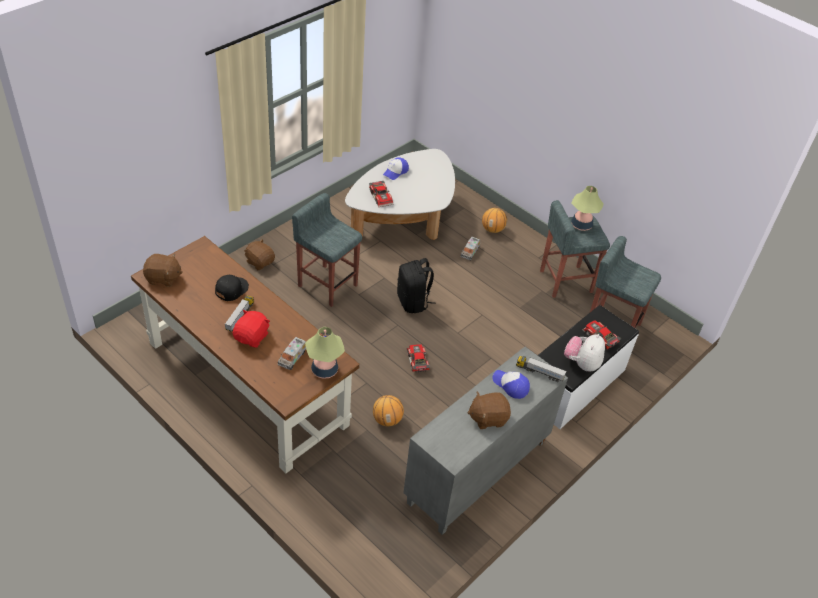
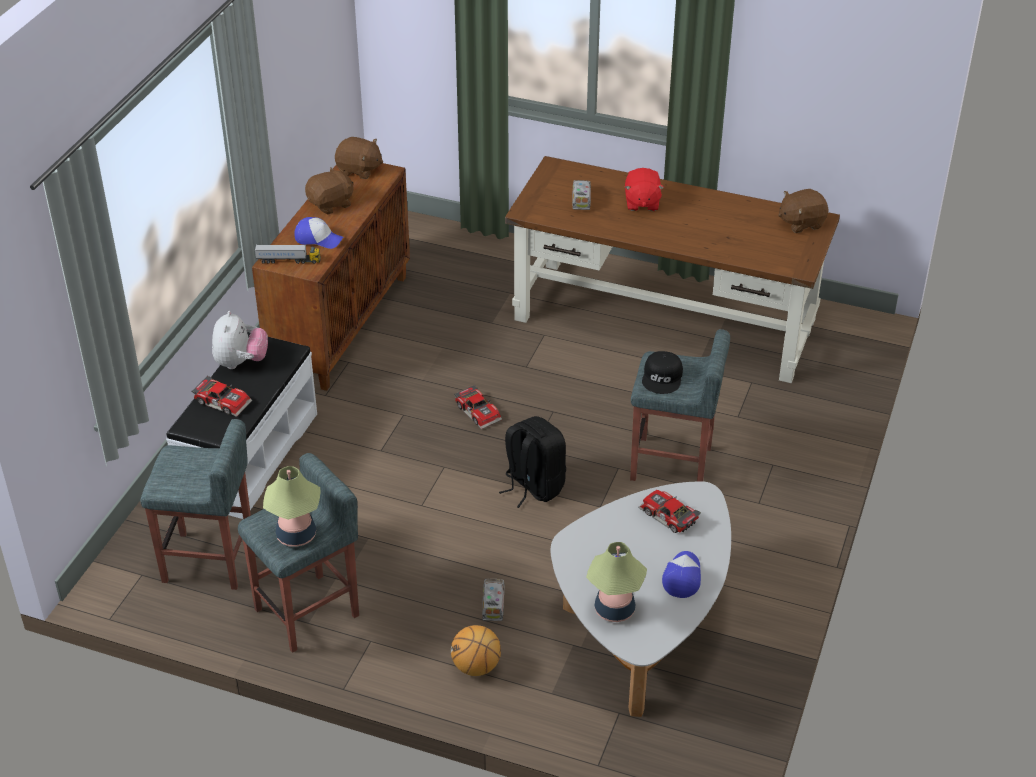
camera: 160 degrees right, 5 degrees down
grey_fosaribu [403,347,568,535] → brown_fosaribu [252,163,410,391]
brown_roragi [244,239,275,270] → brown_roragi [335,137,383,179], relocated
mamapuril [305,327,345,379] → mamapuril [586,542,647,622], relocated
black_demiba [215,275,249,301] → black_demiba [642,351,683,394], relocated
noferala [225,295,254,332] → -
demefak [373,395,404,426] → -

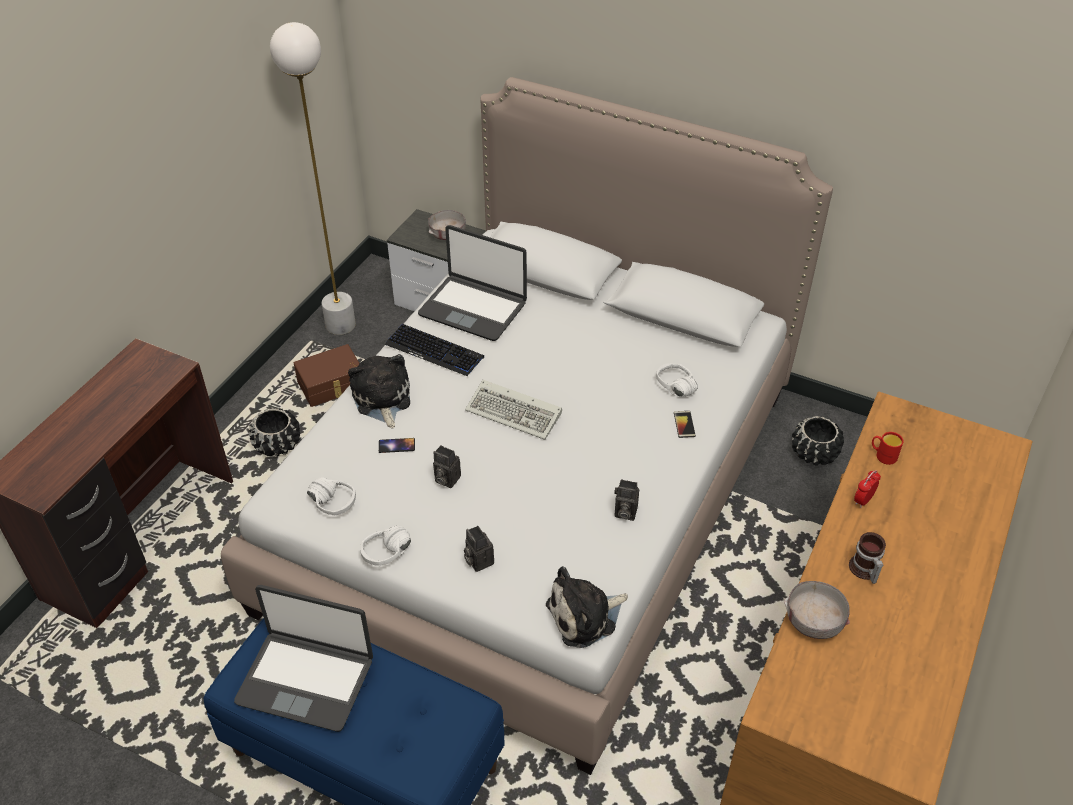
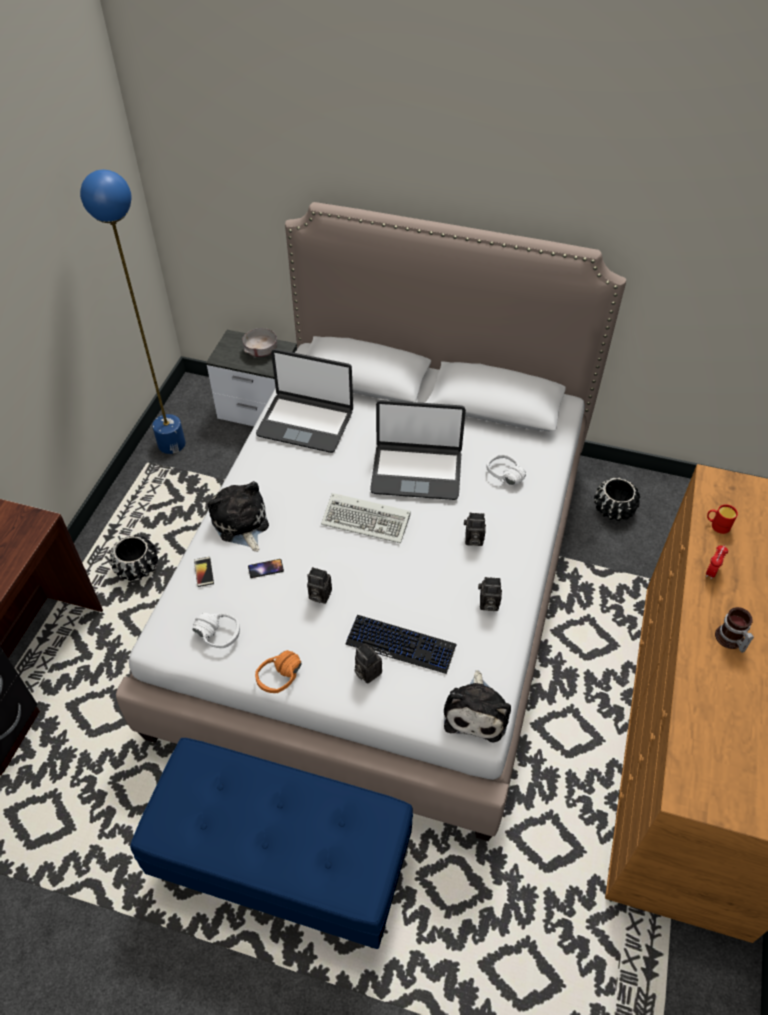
camera: 10 degrees left, 5 degrees up
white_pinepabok [270,22,356,335] → blue_pinepabok [80,170,186,454]
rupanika [674,411,696,438] → rupanika [194,557,214,587], relocated
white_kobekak [360,526,411,566] → orange_kobekak [255,650,302,693]
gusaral [385,324,484,376] → gusaral [345,615,456,674], relocated
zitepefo [234,585,373,732] → zitepefo [370,400,466,500], relocated
roragi [546,566,628,648] → roragi [444,670,511,742], 45 degrees counterclockwise
- → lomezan [464,513,486,546]
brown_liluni [294,344,360,407] → -
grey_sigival [784,581,850,639] → -

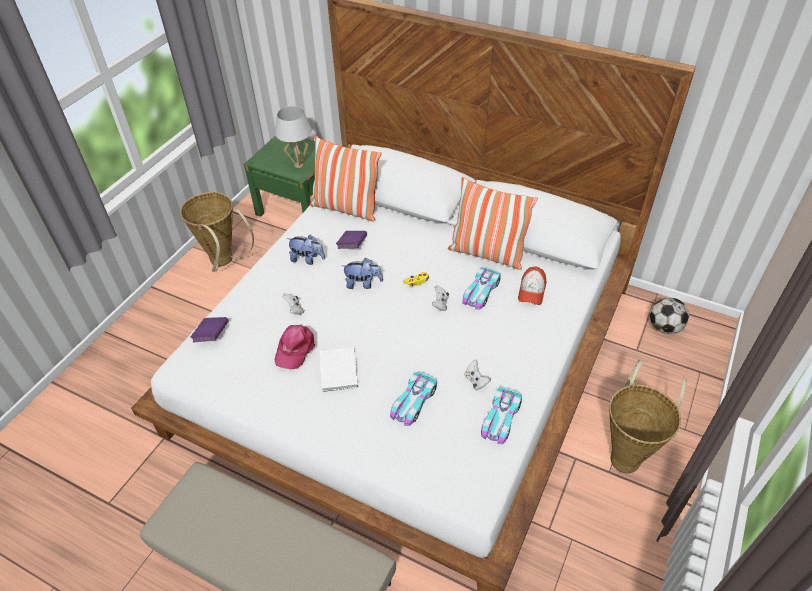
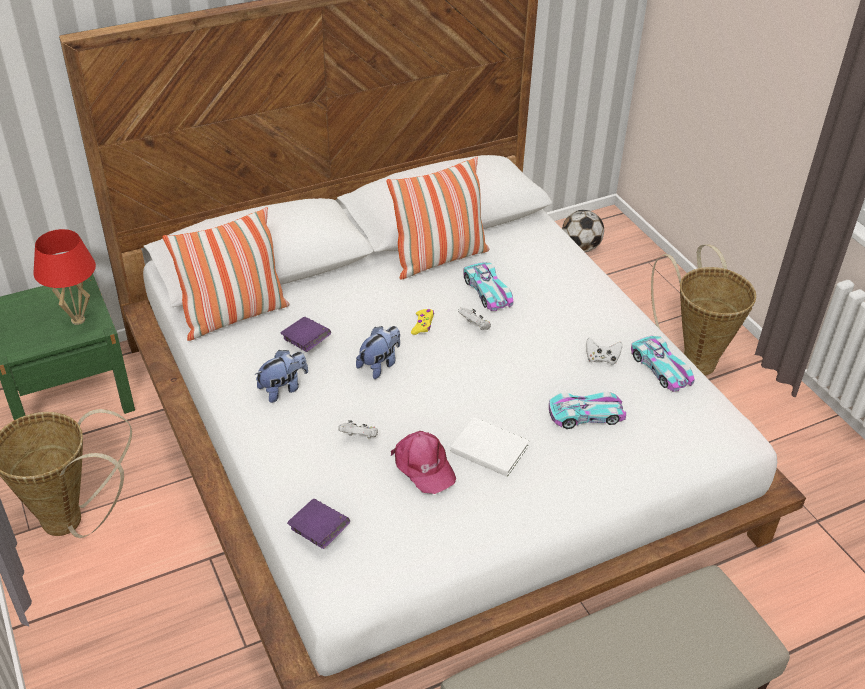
camera: 55 degrees left, 5 degrees down
white_mamapuril [275,106,312,168] → red_mamapuril [34,229,96,325]
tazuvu [390,371,437,426] → tazuvu [549,392,626,429], 75 degrees counterclockwise
demiba [518,267,547,305] → -

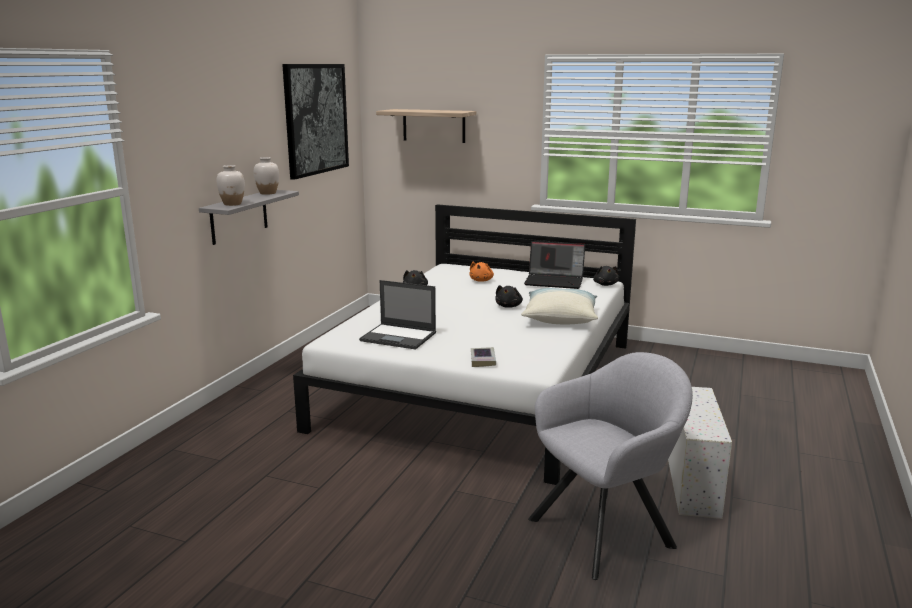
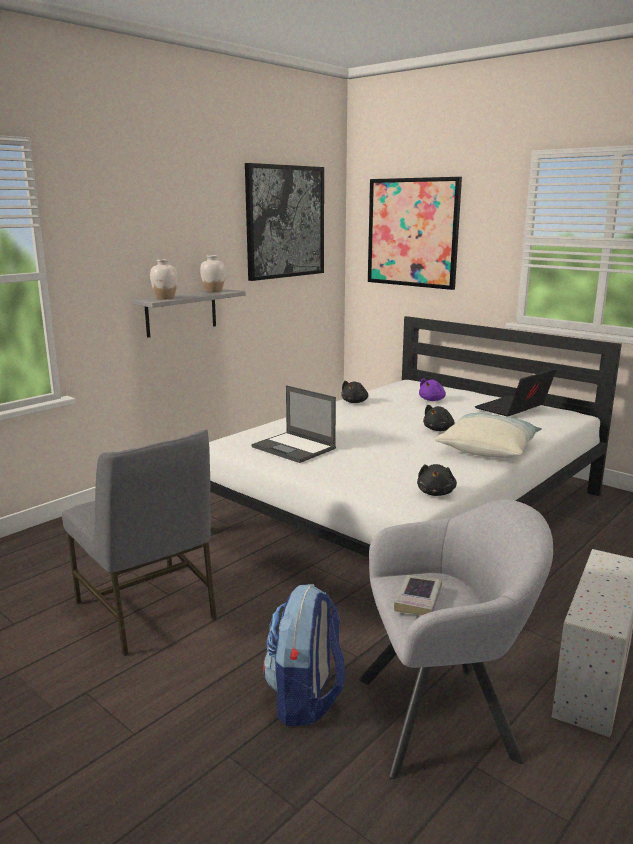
camera: 20 degrees right, 0 degrees up
- → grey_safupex [62,430,217,656]
- → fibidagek [263,584,345,726]
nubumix [376,109,476,143] → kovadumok [368,177,462,290]
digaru [471,347,496,367] → digaru [394,575,442,615], relocated
black_roragi [593,266,619,286] → black_roragi [417,464,457,496], relocated
orange_roragi [470,262,494,282] → purple_roragi [419,378,446,401]
zitepefo [524,241,585,289] → zitepefo [475,369,556,417], 105 degrees clockwise

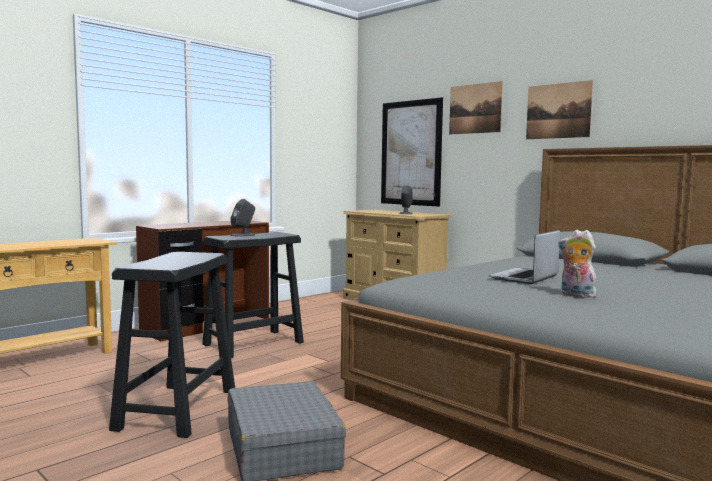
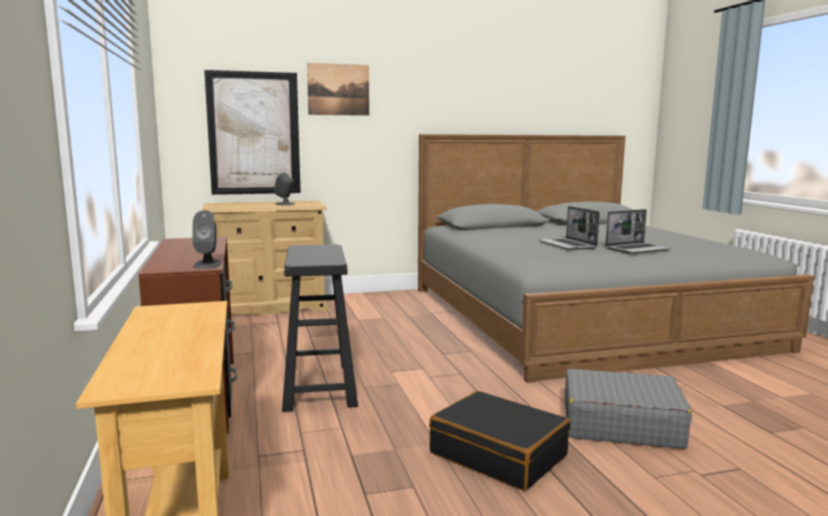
camera: 60 degrees left, 5 degrees up
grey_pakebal [231,199,255,236] → grey_pakebal [192,210,221,269], relocated
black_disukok [109,252,235,438] → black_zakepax [429,391,570,490]
roragi [558,230,597,298] → zitepefo [605,209,671,254]
kovadumok [526,80,593,139] → -

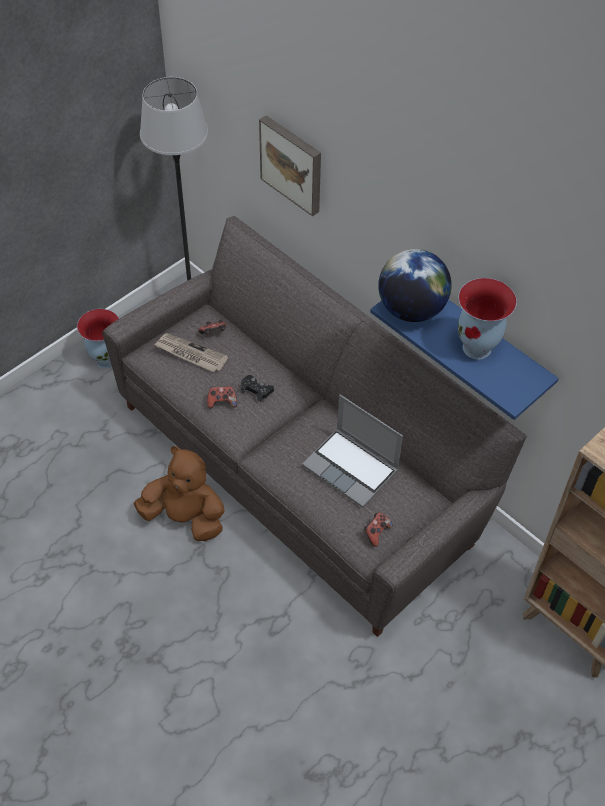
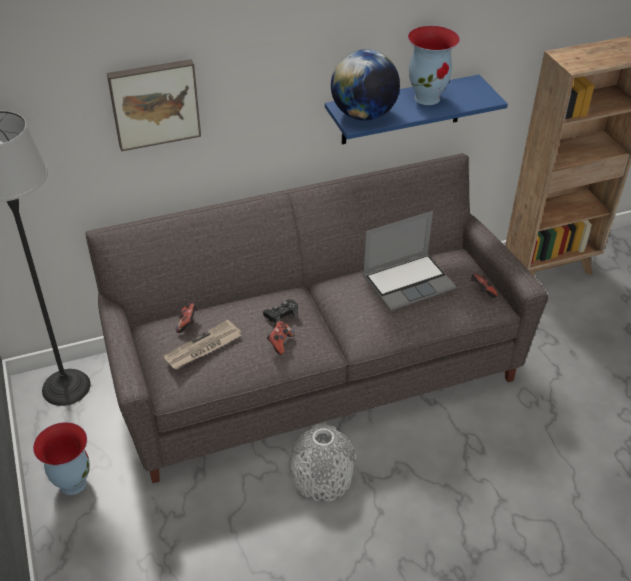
camera: 65 degrees left, 10 degrees down
brown_roragi [134,446,225,541] → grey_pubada [290,424,355,501]

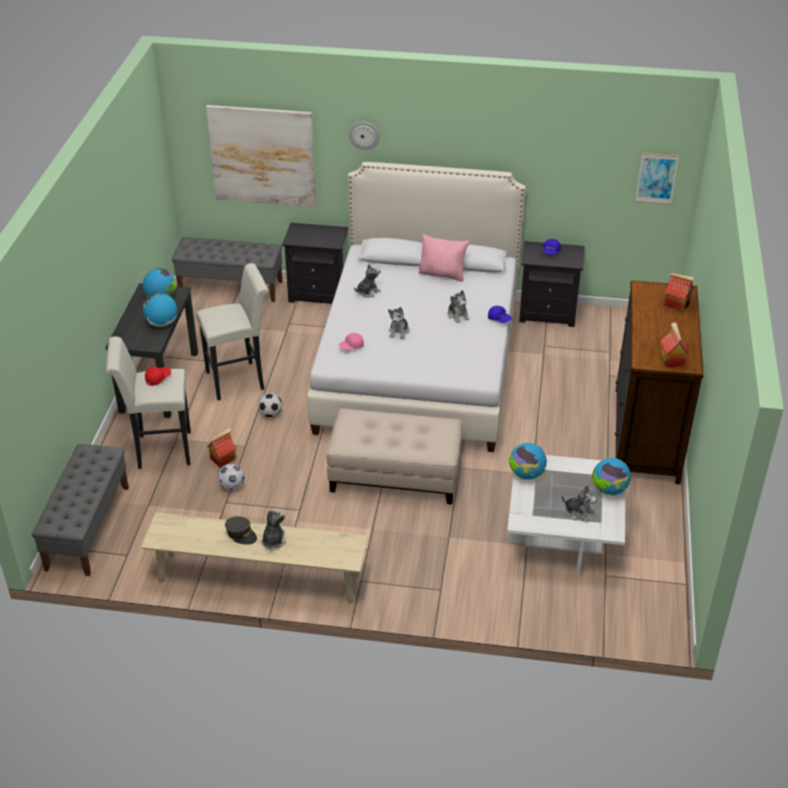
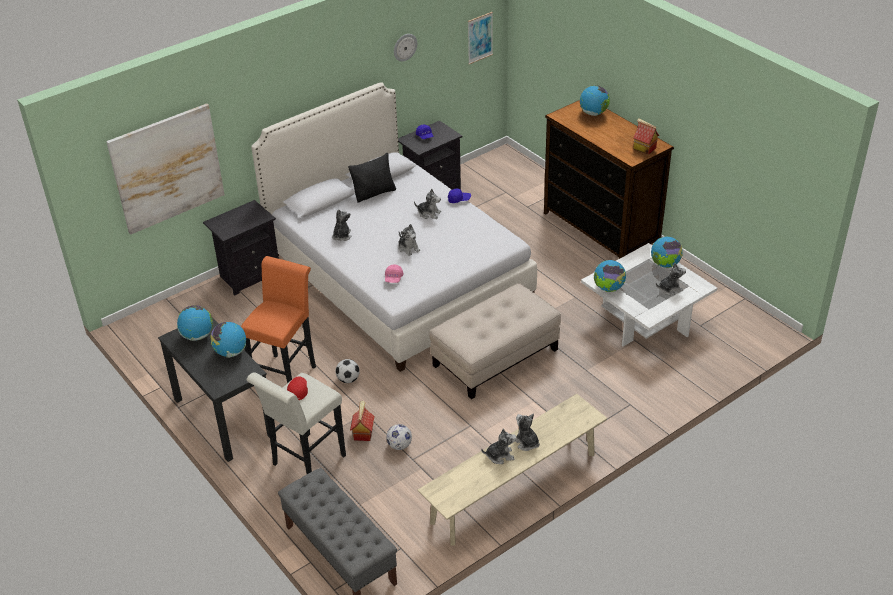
camera: 45 degrees left, 0 degrees up
white_disukok [196,263,269,400] → orange_disukok [241,256,316,383]
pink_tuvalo [419,234,469,282] → black_tuvalo [348,153,396,203]
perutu [349,122,380,150] → perutu [394,34,417,61], relocated
grey_demiba [225,516,257,545] → roragi [481,428,517,464]
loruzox [665,273,695,311] → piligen [580,85,610,116]
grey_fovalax [172,237,282,302] → -

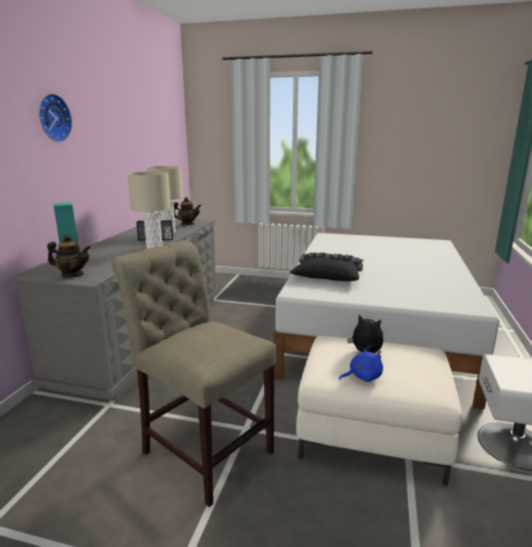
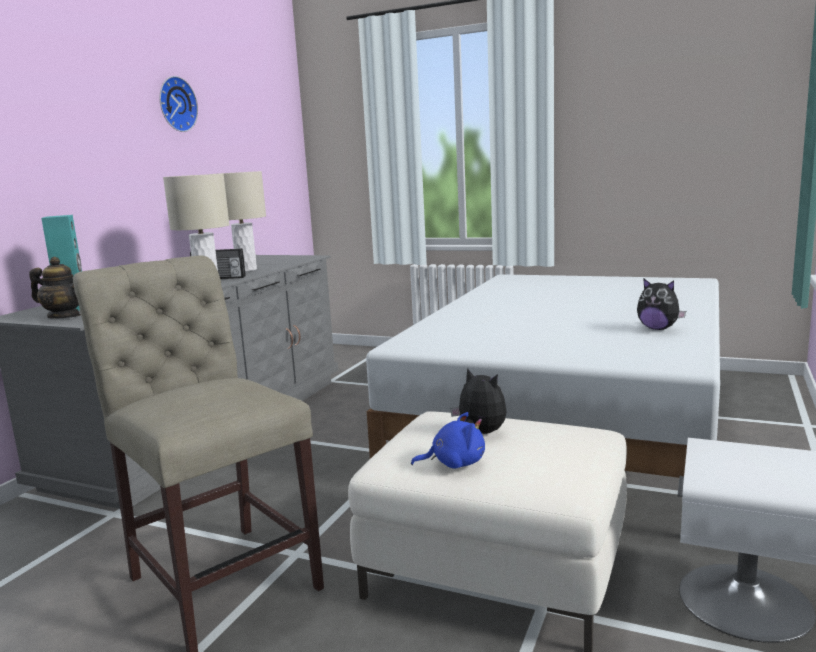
camera: 10 degrees right, 5 degrees down
perutu [39,93,72,142] → perutu [160,76,198,132], relocated
- → roragi [637,278,686,330]
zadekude [174,197,201,225] → -
black_tuvalo [290,252,364,281] → -

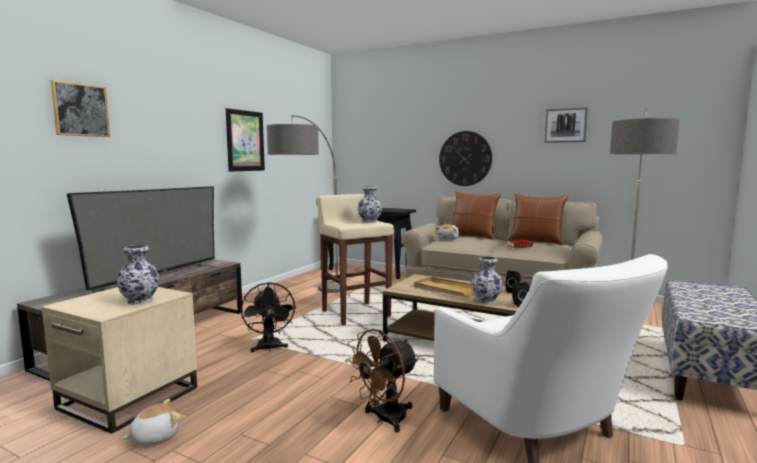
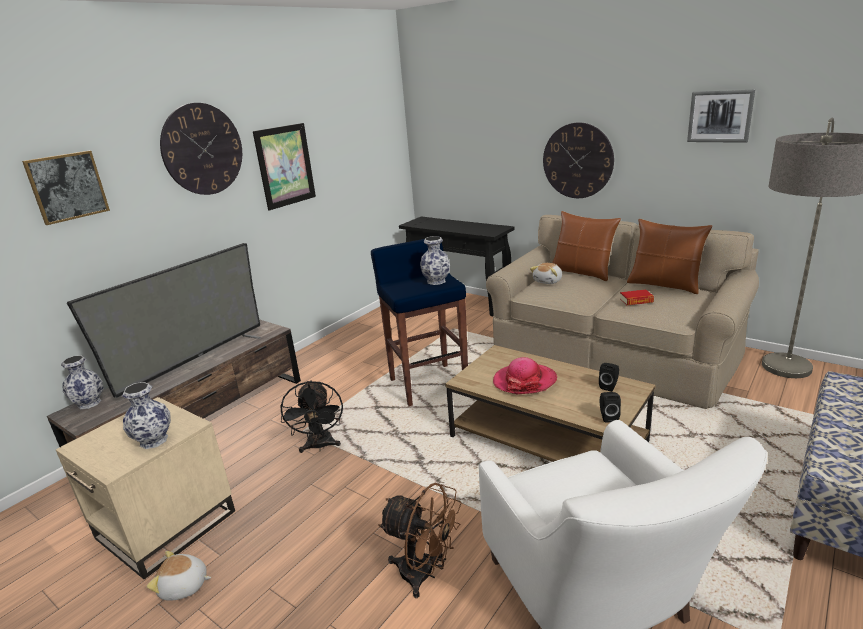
camera: 10 degrees right, 15 degrees up
pubada [471,256,503,304] → pubada [61,355,104,409], relocated
roragi [122,399,181,445] → roragi [147,551,211,600], 150 degrees counterclockwise
- → perutu [160,103,242,195]
beige_disukok [317,194,394,325] → blue_disukok [371,239,468,406]
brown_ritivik [345,329,419,432] → brown_ritivik [378,483,461,598], 120 degrees counterclockwise
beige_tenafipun [414,277,475,297] → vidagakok [493,357,557,394]
pinepabok [267,115,347,293] → -

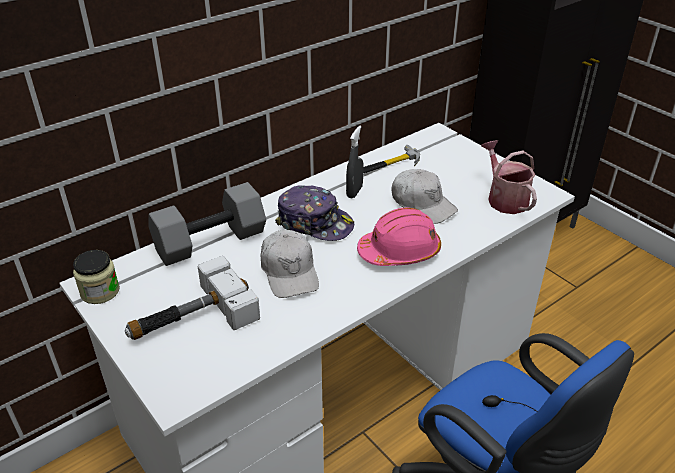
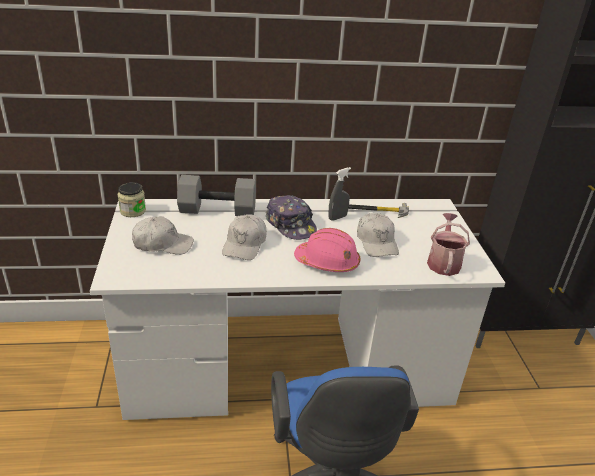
camera: 30 degrees right, 5 degrees down
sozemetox [125,256,260,340] → white_demiba [132,216,194,255]

